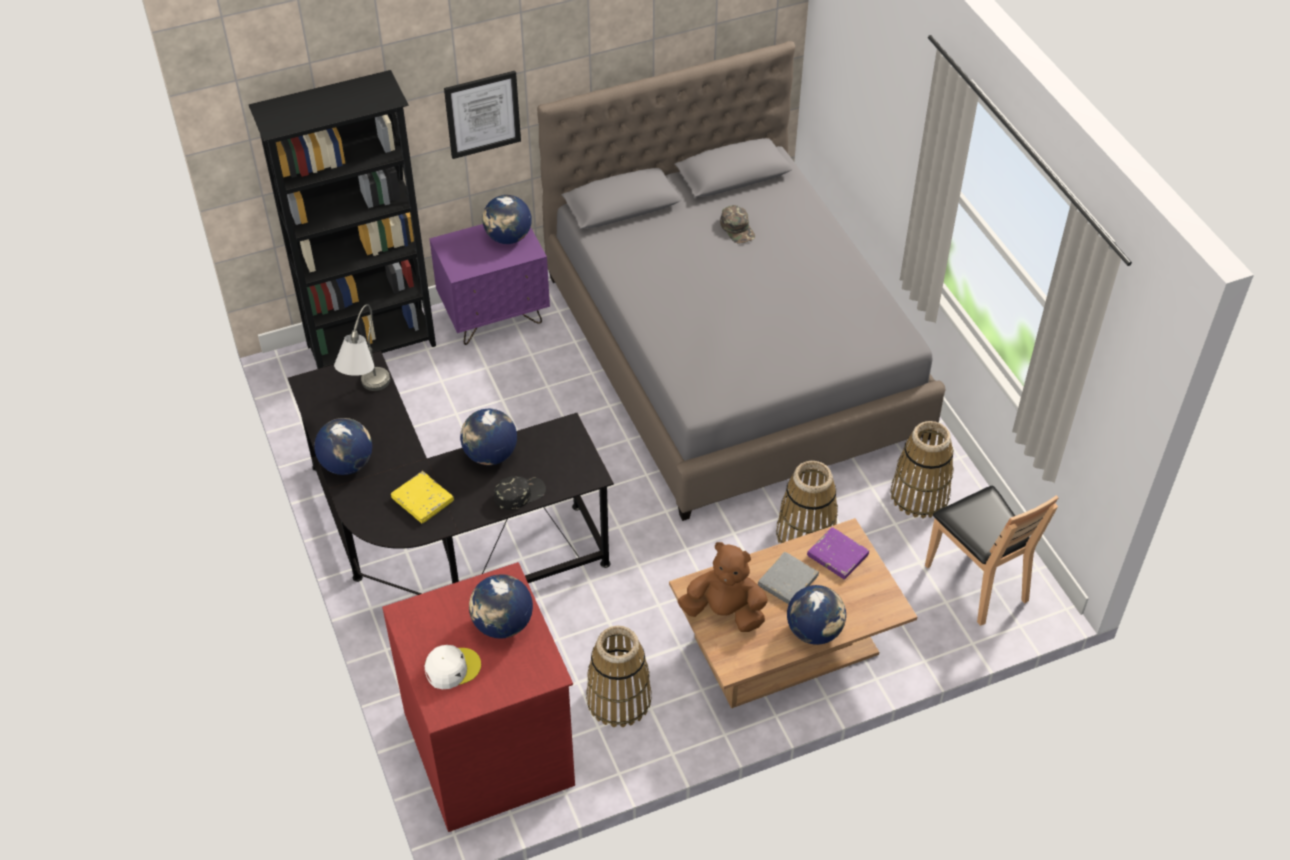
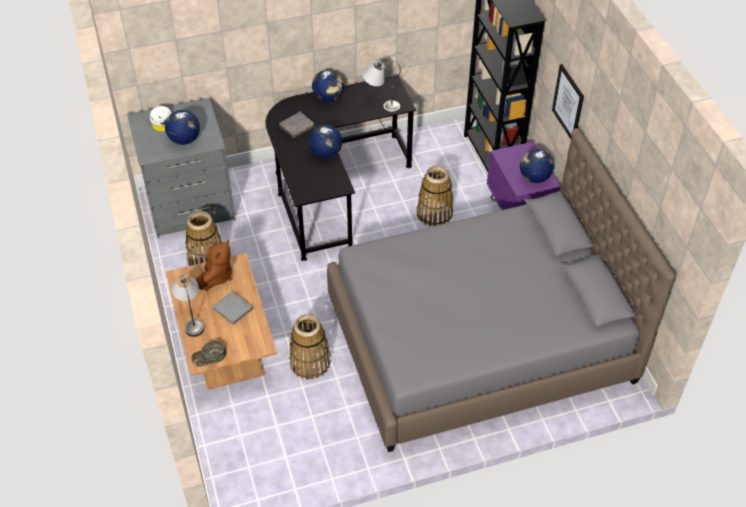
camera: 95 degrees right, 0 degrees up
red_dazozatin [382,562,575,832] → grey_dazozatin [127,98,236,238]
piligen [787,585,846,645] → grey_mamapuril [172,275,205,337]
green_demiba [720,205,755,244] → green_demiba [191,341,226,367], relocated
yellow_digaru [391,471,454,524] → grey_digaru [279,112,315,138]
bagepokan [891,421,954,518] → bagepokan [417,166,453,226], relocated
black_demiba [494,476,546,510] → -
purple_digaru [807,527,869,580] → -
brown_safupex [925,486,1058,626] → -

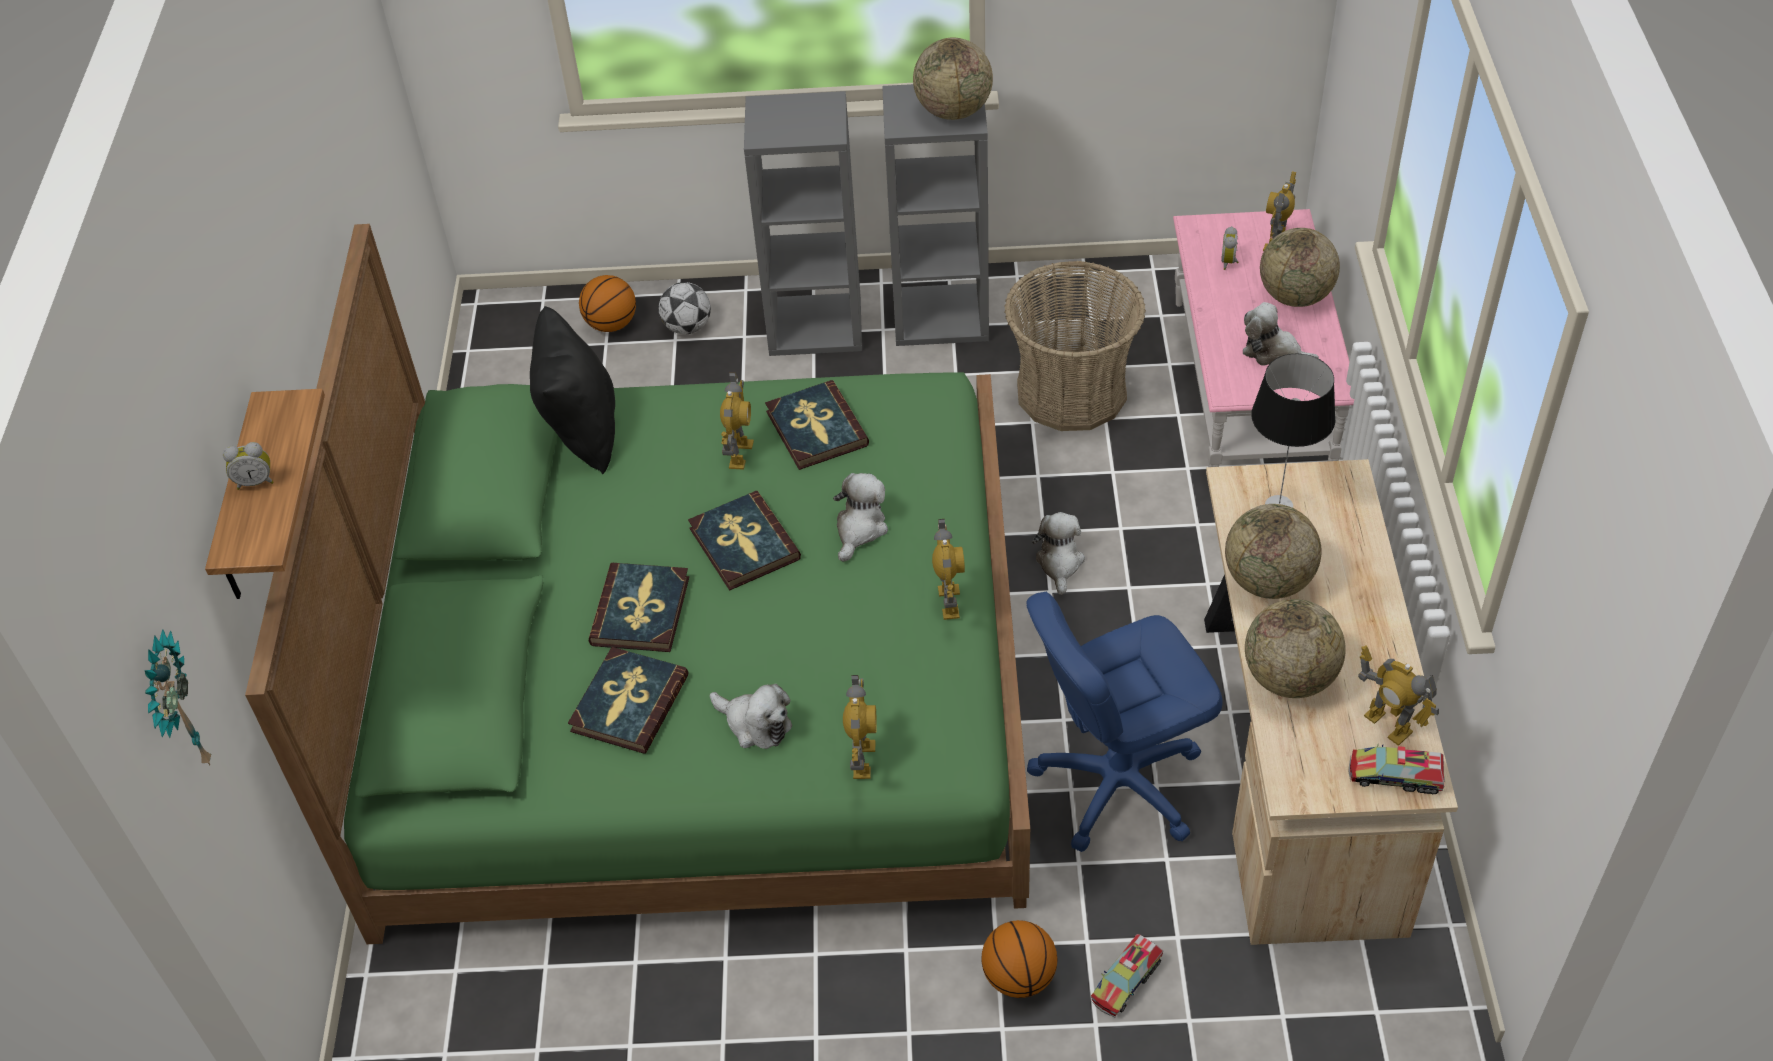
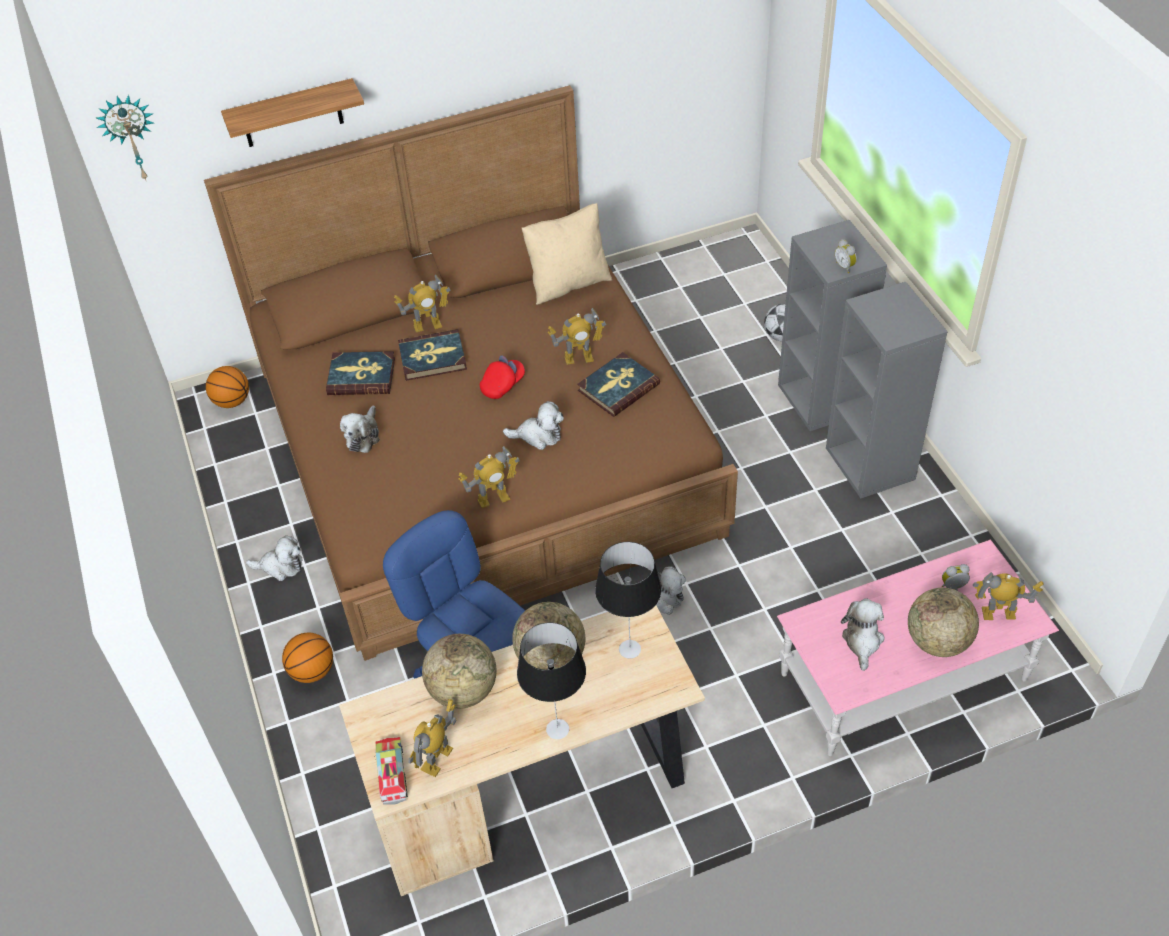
camera: 70 degrees right, 0 degrees up
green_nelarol [245,224,1030,944] → brown_nelarol [204,85,738,661]
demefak [579,275,636,332] → demefak [206,366,249,408], relocated
- → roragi [246,535,303,581]
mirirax [843,675,877,779] → mirirax [394,275,451,332], relocated
digaru [688,491,801,591] → red_demiba [480,355,525,399]
- → mamapuril [517,622,586,739]
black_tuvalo [530,306,615,474] → beige_tuvalo [522,203,612,305]
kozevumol [223,442,274,490] → kozevumol [835,239,857,273], relocated
piligen [913,37,993,120] → -
bagepokan [1004,261,1146,431] → -
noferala [1091,934,1163,1017] → -

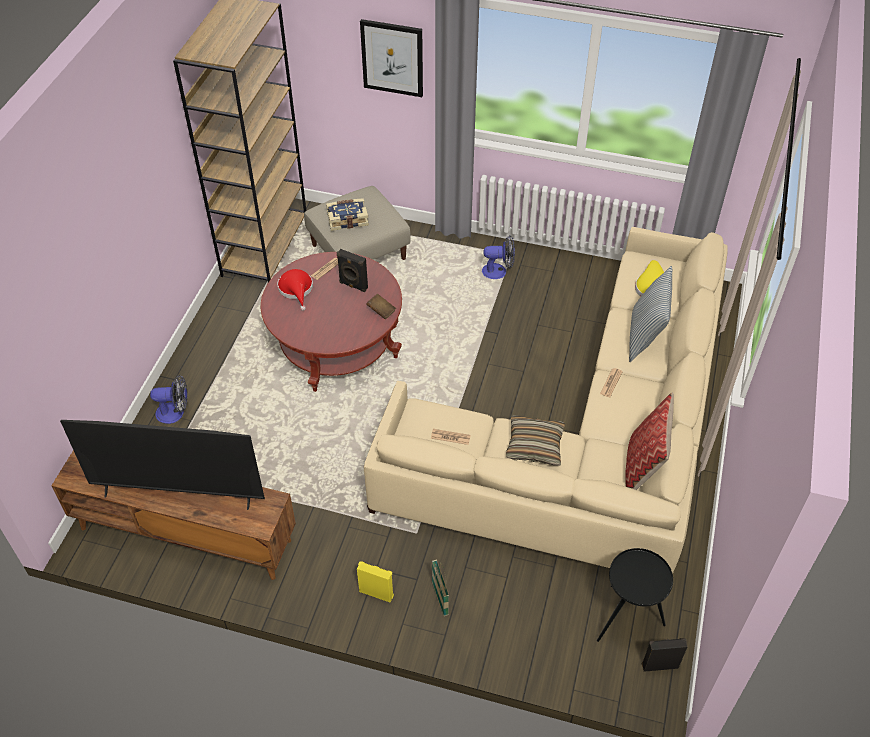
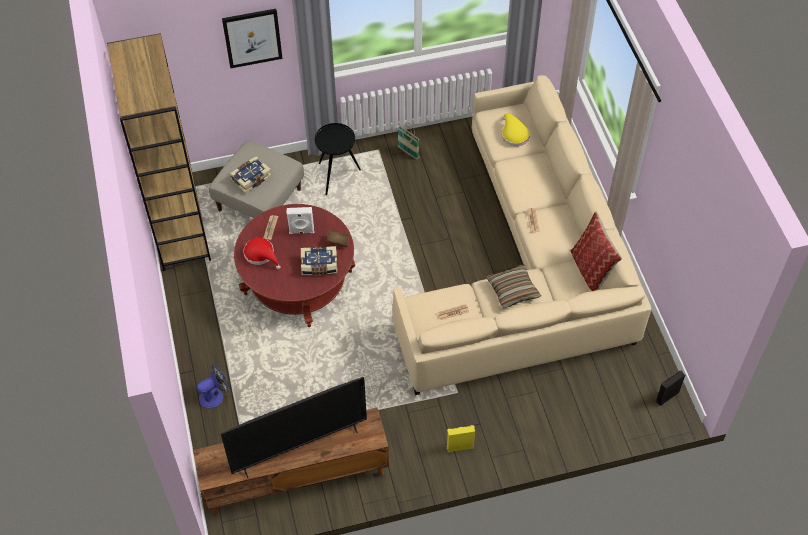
camera: 30 degrees left, 5 degrees up
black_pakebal [337,249,368,292] → white_pakebal [286,207,314,234]
- → digaru [301,246,337,275]
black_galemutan [597,548,673,642] → black_galemutan [315,123,361,195], relocated
bagepokan [432,559,449,616] → bagepokan [397,123,420,159], relocated
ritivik [482,236,515,279] → -
tuvalo [629,266,672,362] → -

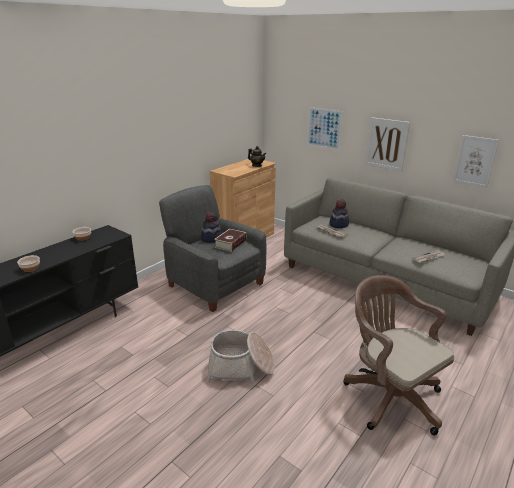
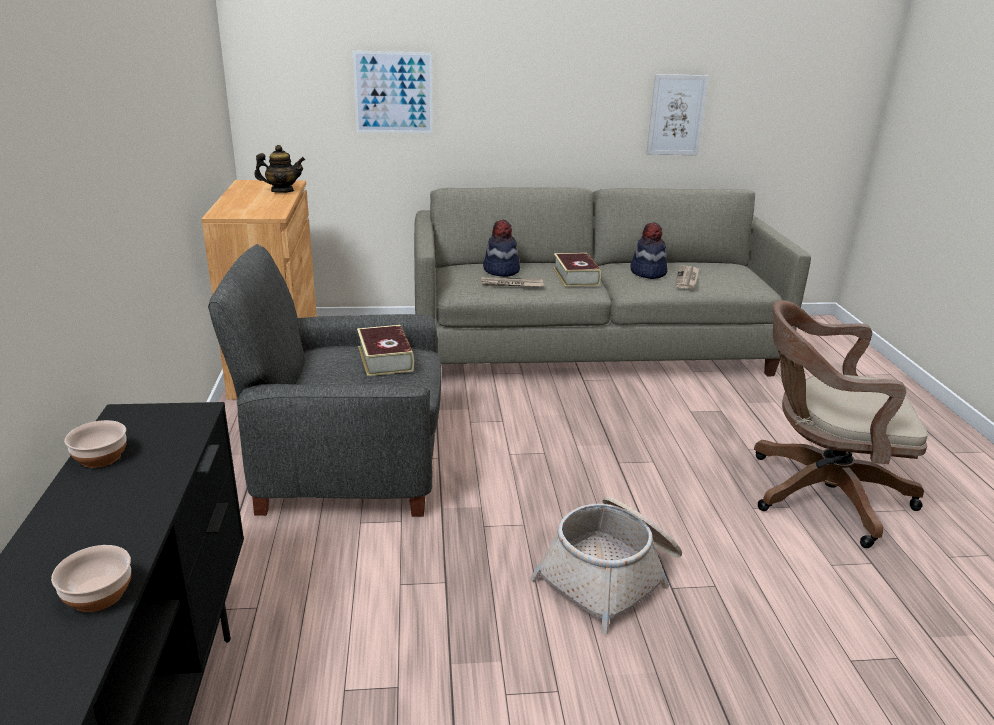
camera: 45 degrees left, 0 degrees up
- → digaru [553,253,601,287]
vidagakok [201,212,222,243] → vidagakok [630,222,667,279], relocated
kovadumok [365,117,410,172] → -

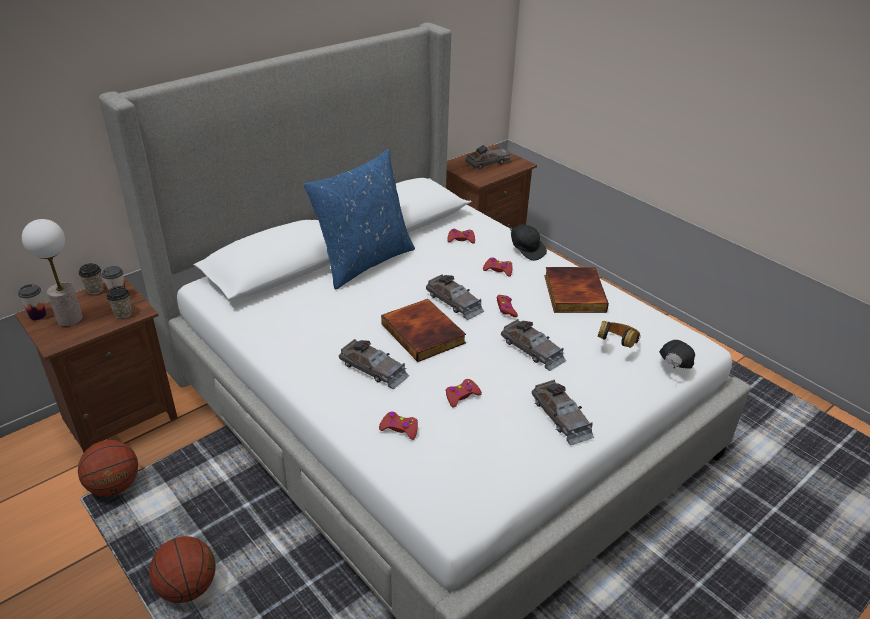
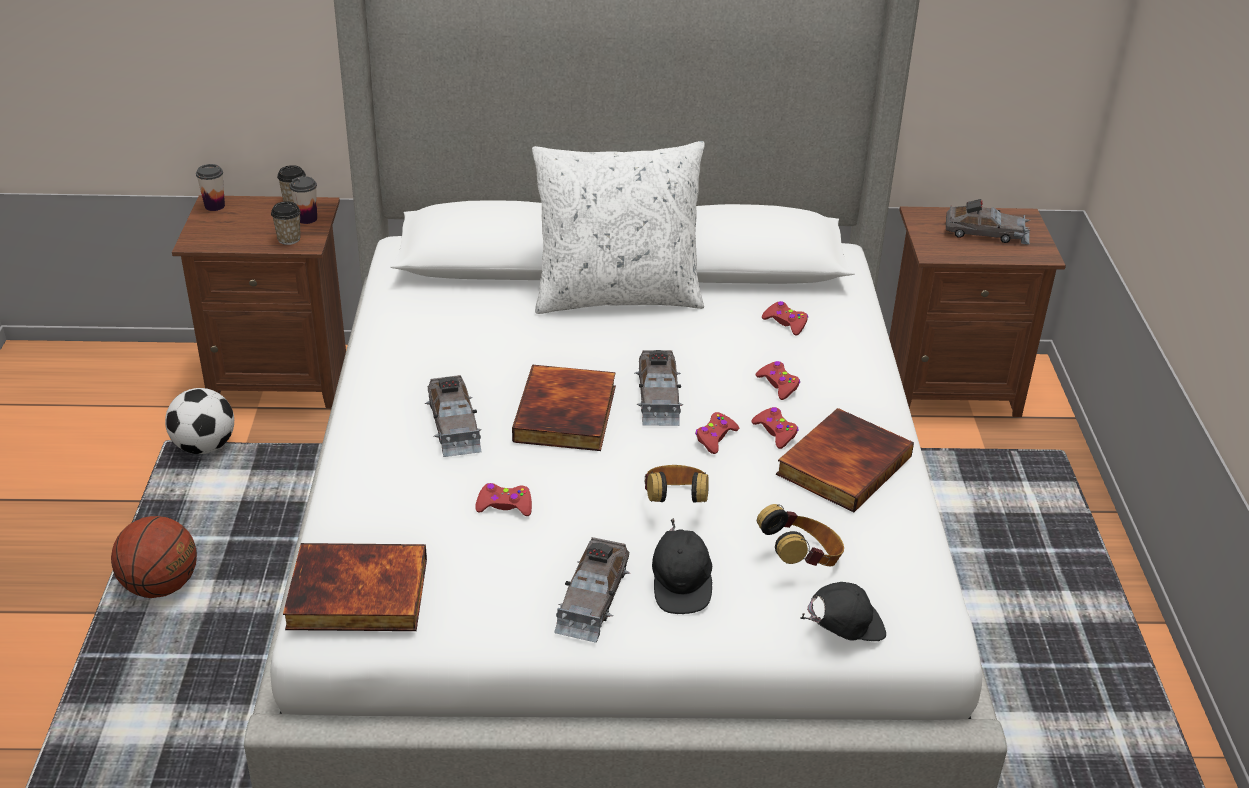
camera: 40 degrees right, 0 degrees up
demefak [78,440,138,496] → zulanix [165,388,234,454]
- → digaru [283,543,427,631]
blue_tuvalo [304,150,415,289] → white_tuvalo [532,141,705,314]
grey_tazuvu [501,319,566,371] → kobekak [645,465,709,503]
black_demiba [507,224,547,261] → black_demiba [652,518,712,614], relocated
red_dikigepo [379,411,418,440] → red_dikigepo [751,407,799,449], relocated
mamapuril [22,219,83,326] → -

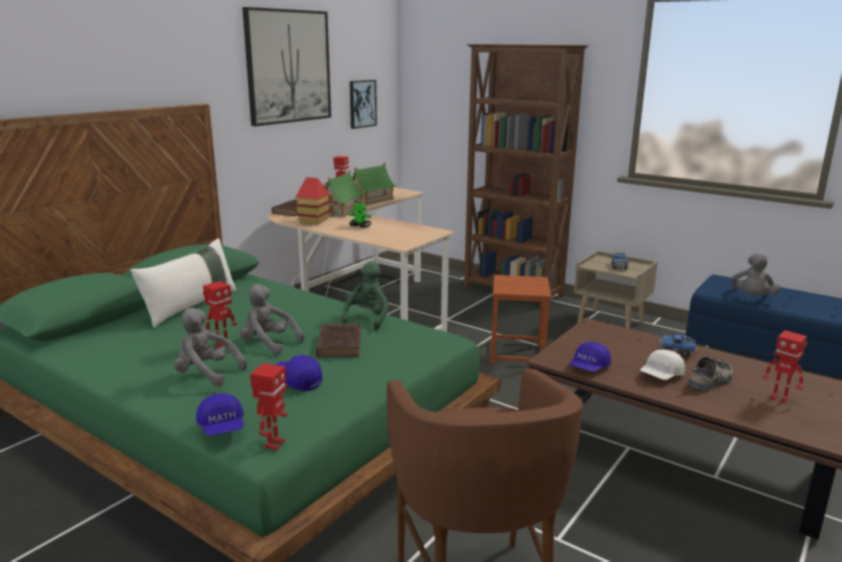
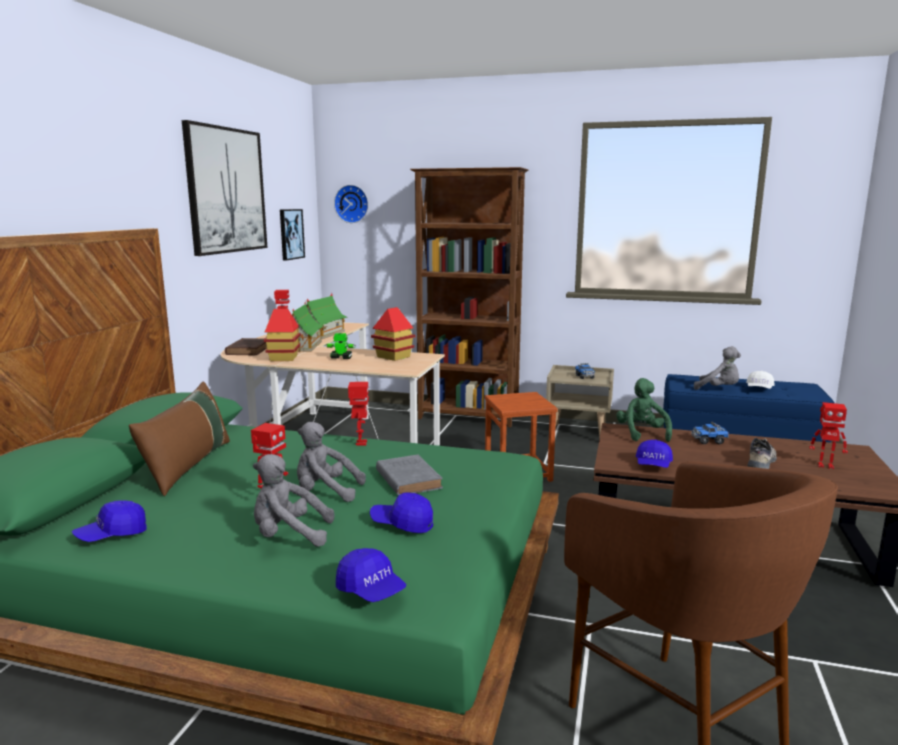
camera: 20 degrees left, 5 degrees down
- → blue_demiba [72,500,147,542]
white_tuvalo [130,238,237,328] → brown_tuvalo [129,382,230,496]
- → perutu [334,185,369,223]
mirirax [250,363,288,450] → mirirax [348,382,369,445], relocated
- → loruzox [371,307,415,361]
brown_digaru [316,324,361,357] → grey_digaru [376,455,443,496]
green_roragi [341,262,389,330] → green_roragi [616,378,672,442], relocated
grey_roragi [731,253,781,295] → grey_roragi [694,346,741,390], 60 degrees counterclockwise
white_demiba [640,349,685,380] → white_demiba [746,371,775,389], relocated

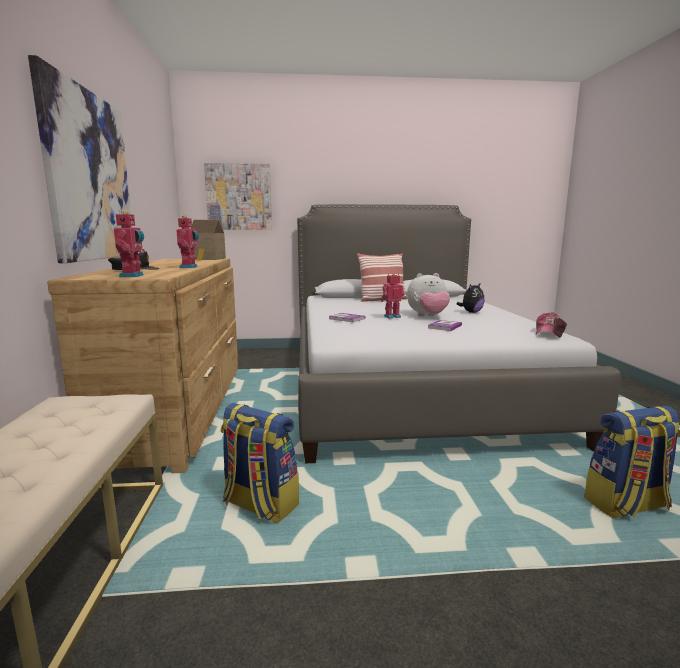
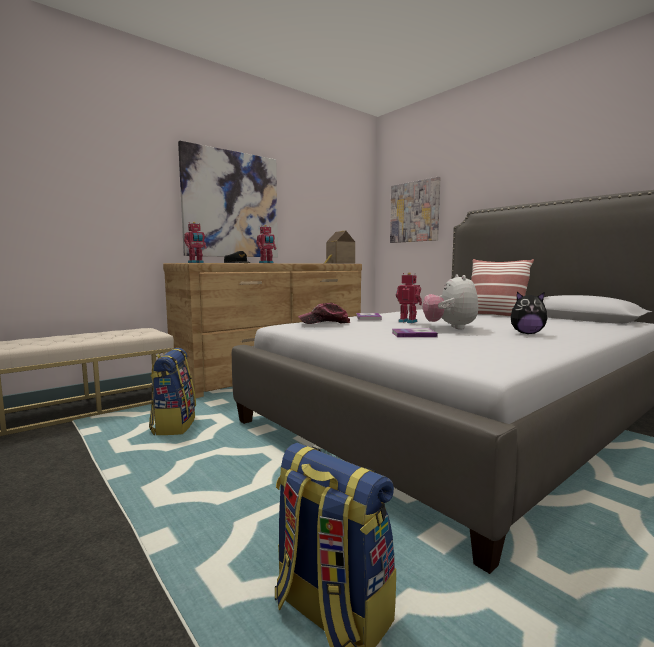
camera: 55 degrees right, 5 degrees down
demiba [536,312,567,338] → demiba [298,303,350,324], relocated
roragi [407,273,450,316] → roragi [422,274,478,329], 45 degrees clockwise

